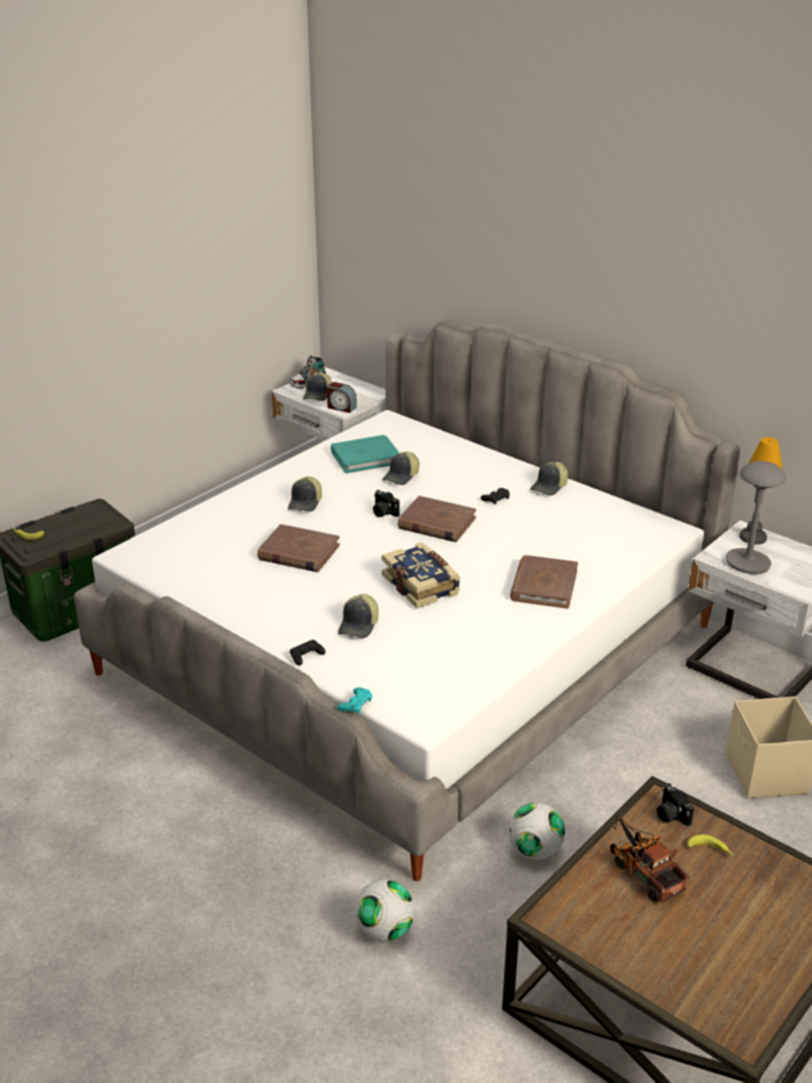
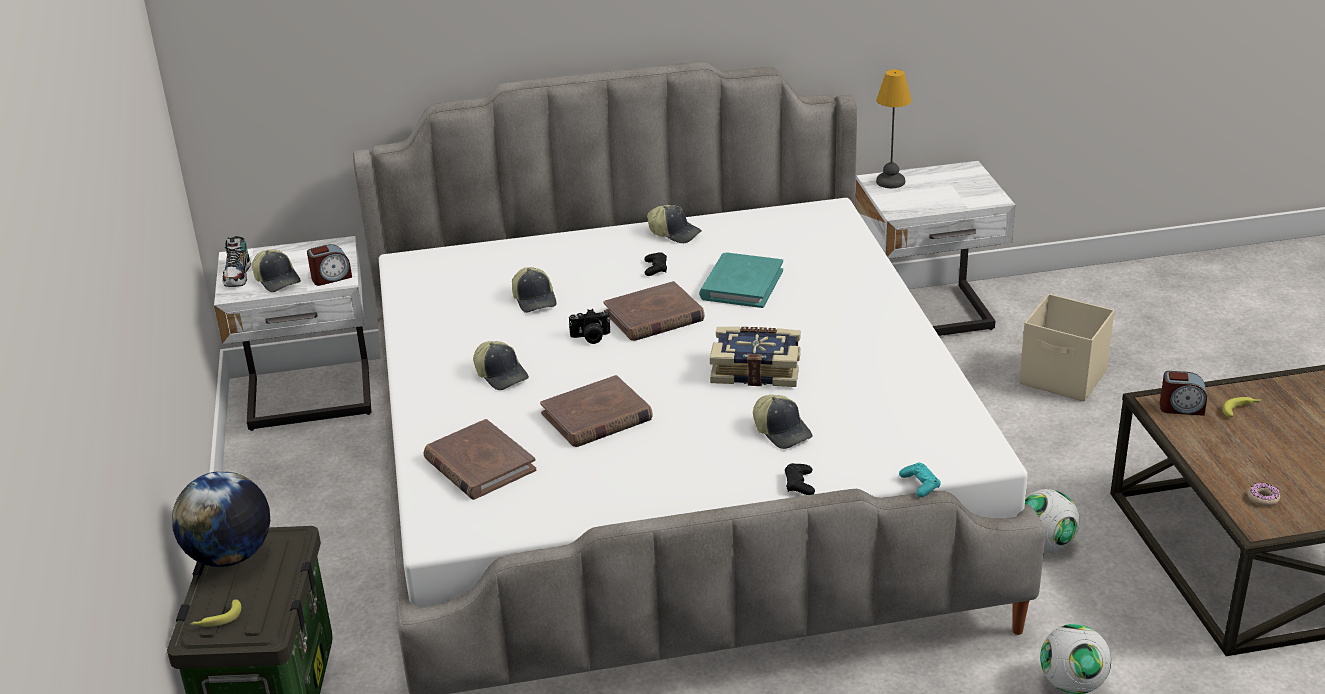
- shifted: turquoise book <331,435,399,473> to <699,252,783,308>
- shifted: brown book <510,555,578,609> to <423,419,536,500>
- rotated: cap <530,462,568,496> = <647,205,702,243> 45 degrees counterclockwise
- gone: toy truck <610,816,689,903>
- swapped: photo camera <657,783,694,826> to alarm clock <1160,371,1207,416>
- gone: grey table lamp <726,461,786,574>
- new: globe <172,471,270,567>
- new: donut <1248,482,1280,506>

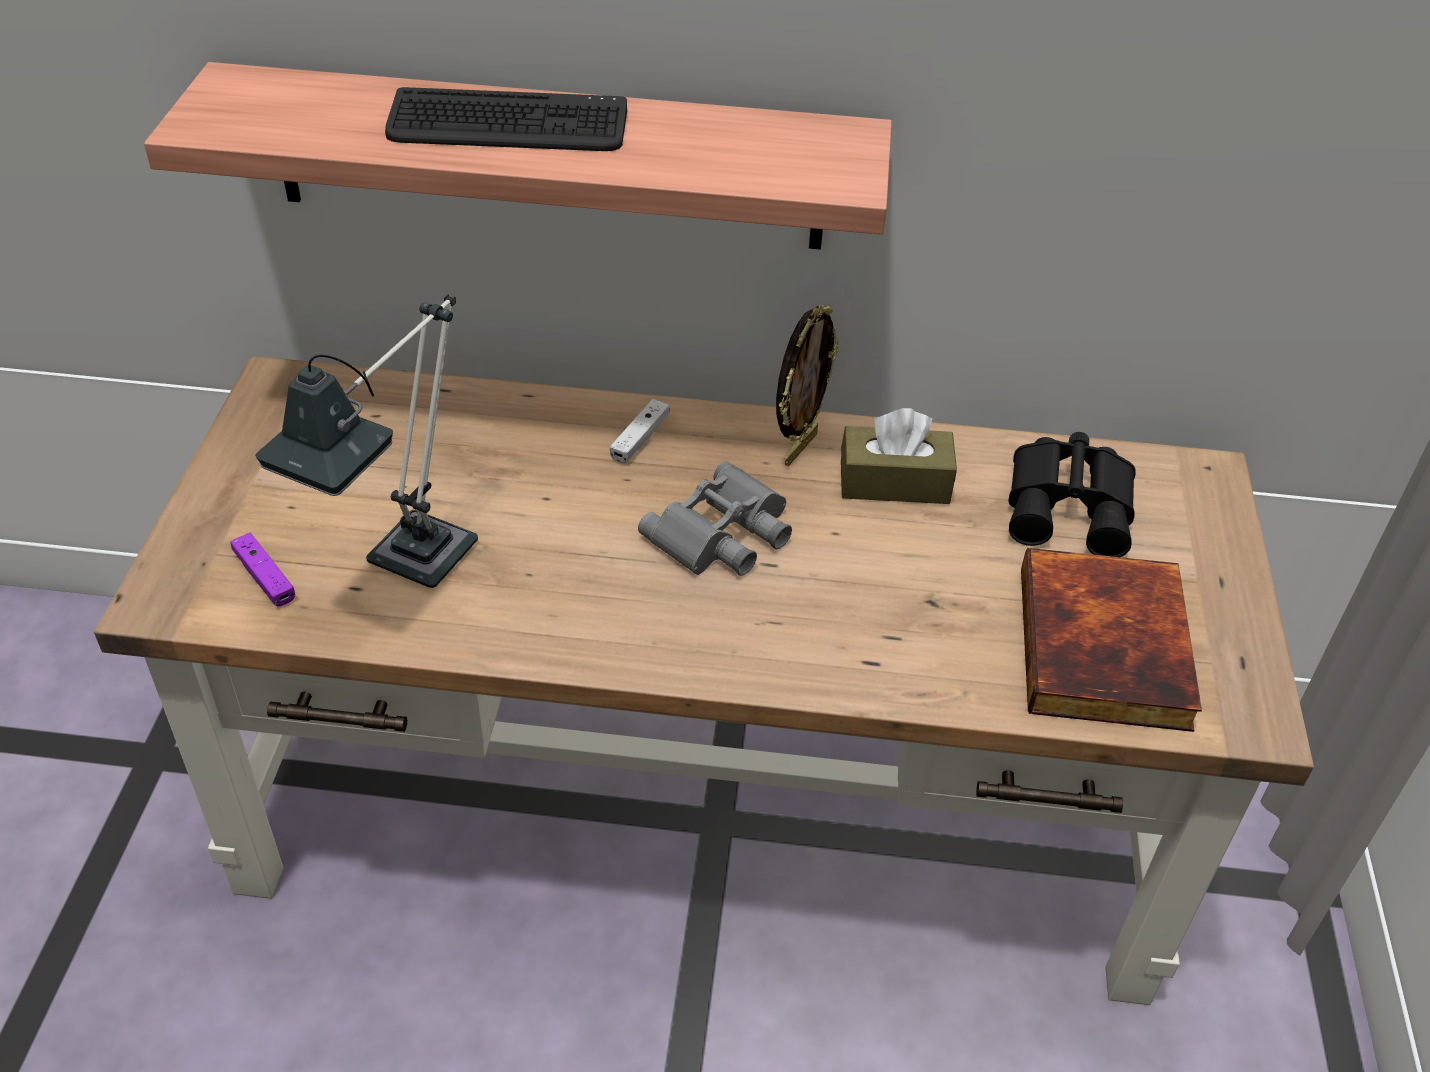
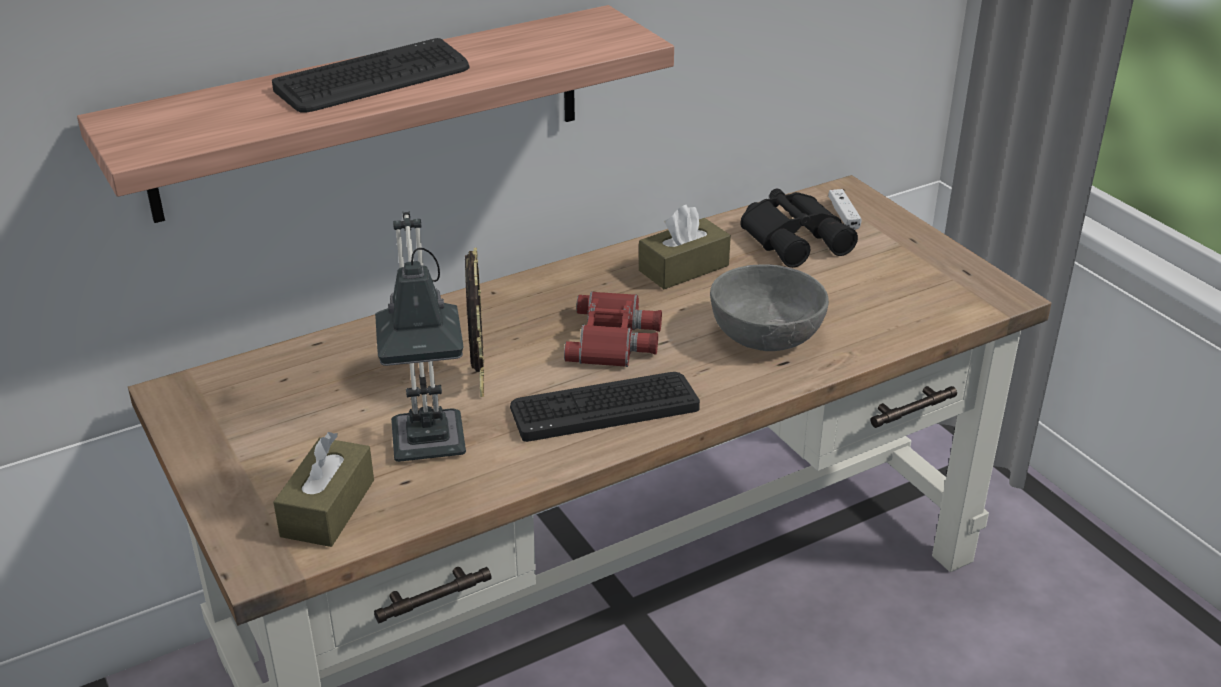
- swapped: purple game controller <230,533,295,607> to brown tissue box <273,432,374,547>
- shifted: white game controller <610,399,670,464> to <828,189,862,230>
- repainted: grey binoculars <638,461,792,576> to red binoculars <564,291,662,367>
- shifted: picture frame <776,304,839,466> to <465,248,484,397>
- gone: book <1021,548,1202,732>
- new: keyboard <510,372,700,442>
- new: grey bowl <710,264,829,351>

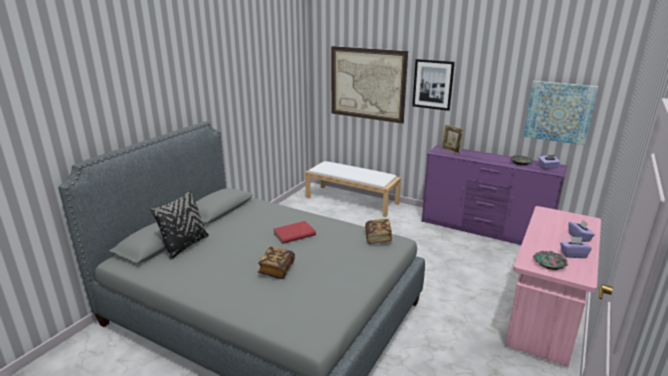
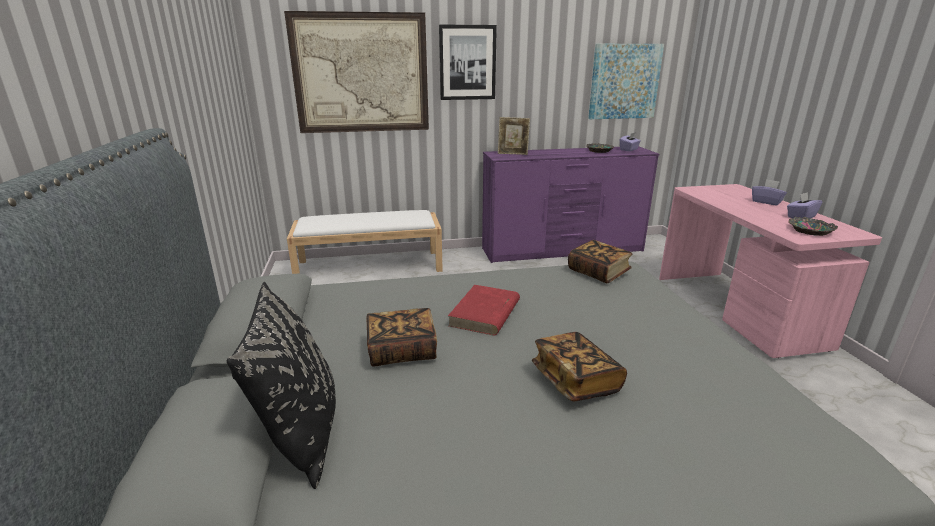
- new: book <367,308,437,366>

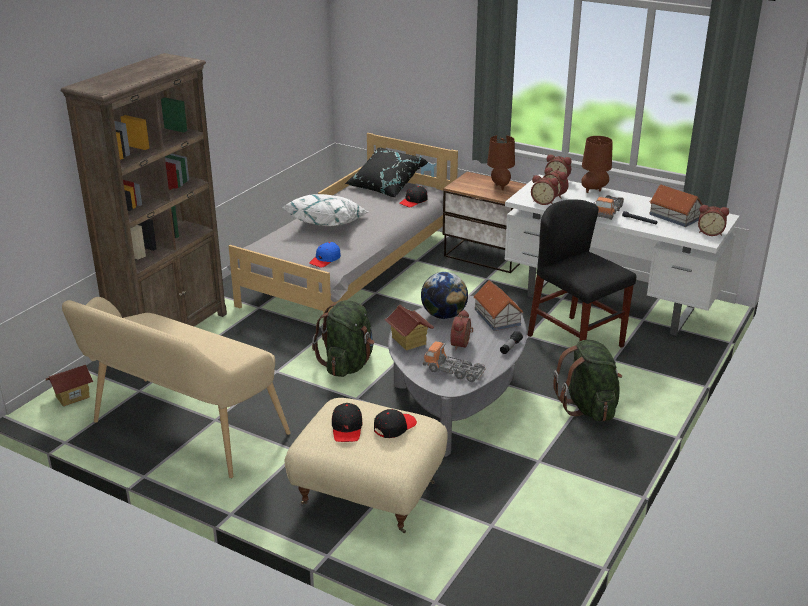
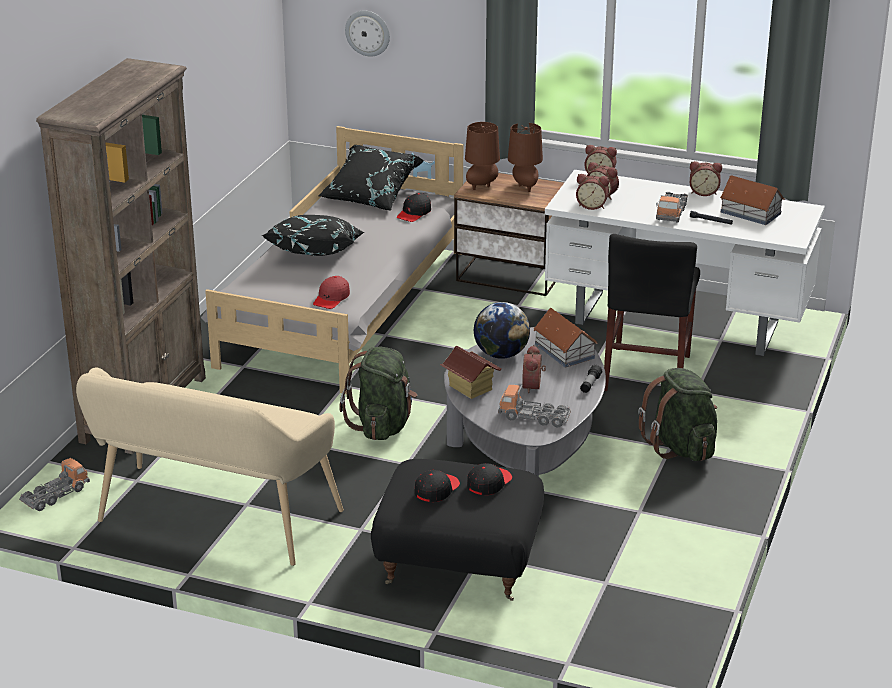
- swapped: toy house <45,365,94,406> to toy truck <19,458,90,511>
- repainted: white pillow <283,194,368,226> to black pillow <262,215,364,256>
- repainted: beige ottoman <285,398,448,533> to black ottoman <371,459,544,601>
- repainted: blue cap <309,242,341,268> to red cap <313,276,350,309>
- rotated: black cap <332,403,362,442> = <415,470,460,502> 135 degrees counterclockwise
- rotated: black chair <527,199,636,348> = <604,234,700,391> 120 degrees counterclockwise
- shifted: brown table lamp <581,136,613,193> to <465,122,500,190>
- shifted: alarm clock <698,205,729,236> to <690,161,722,196>
- new: wall clock <345,10,390,57>

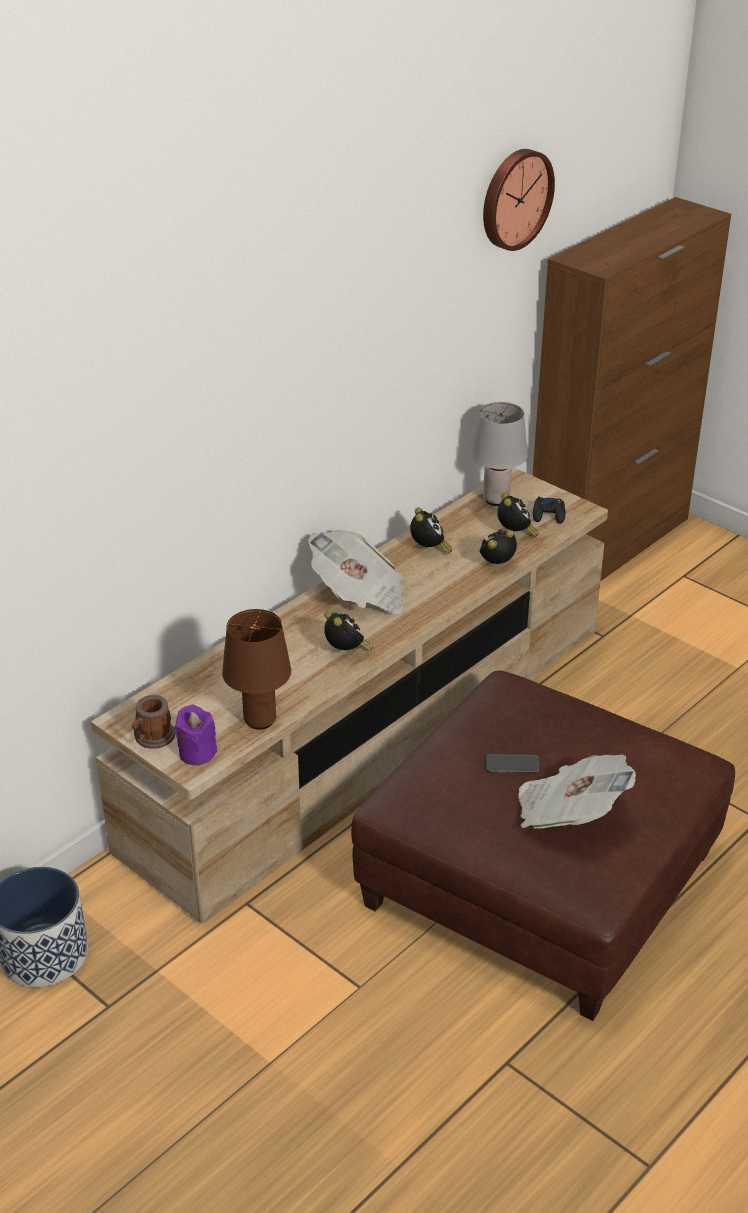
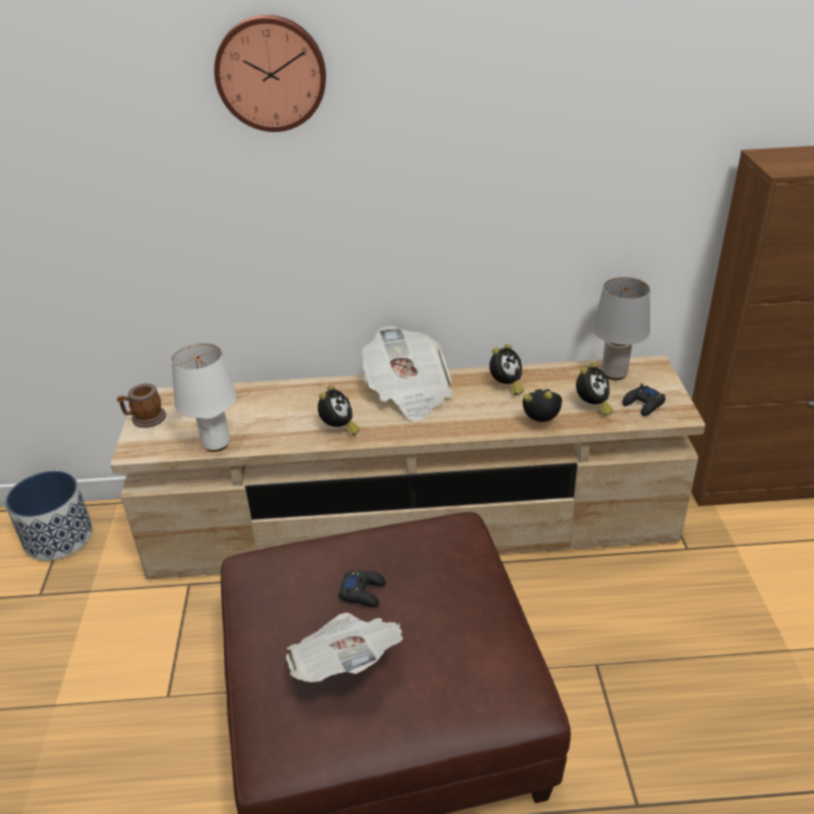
- gone: purple candle <174,704,217,765>
- repainted: brown table lamp <222,609,291,730> to white table lamp <171,343,237,452>
- shifted: wall clock <483,149,555,251> to <214,15,326,132>
- swapped: phone <486,754,539,773> to black game controller <338,570,386,607>

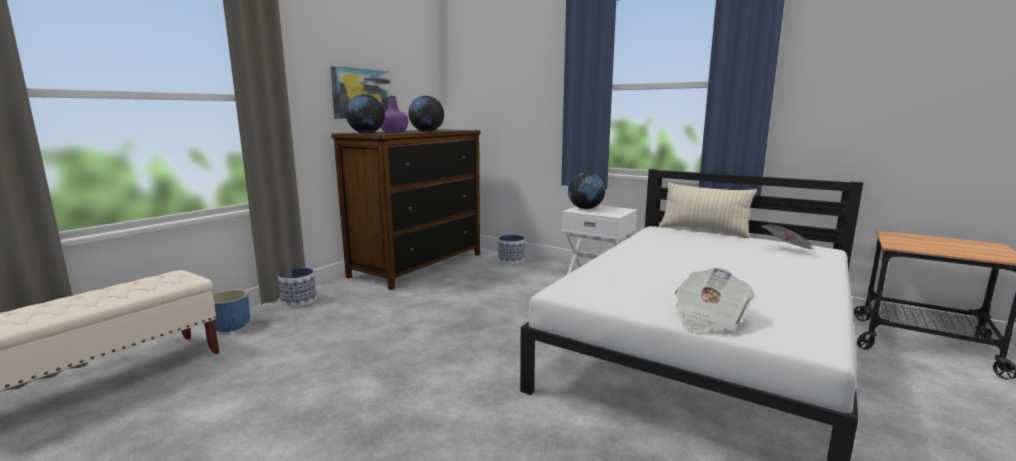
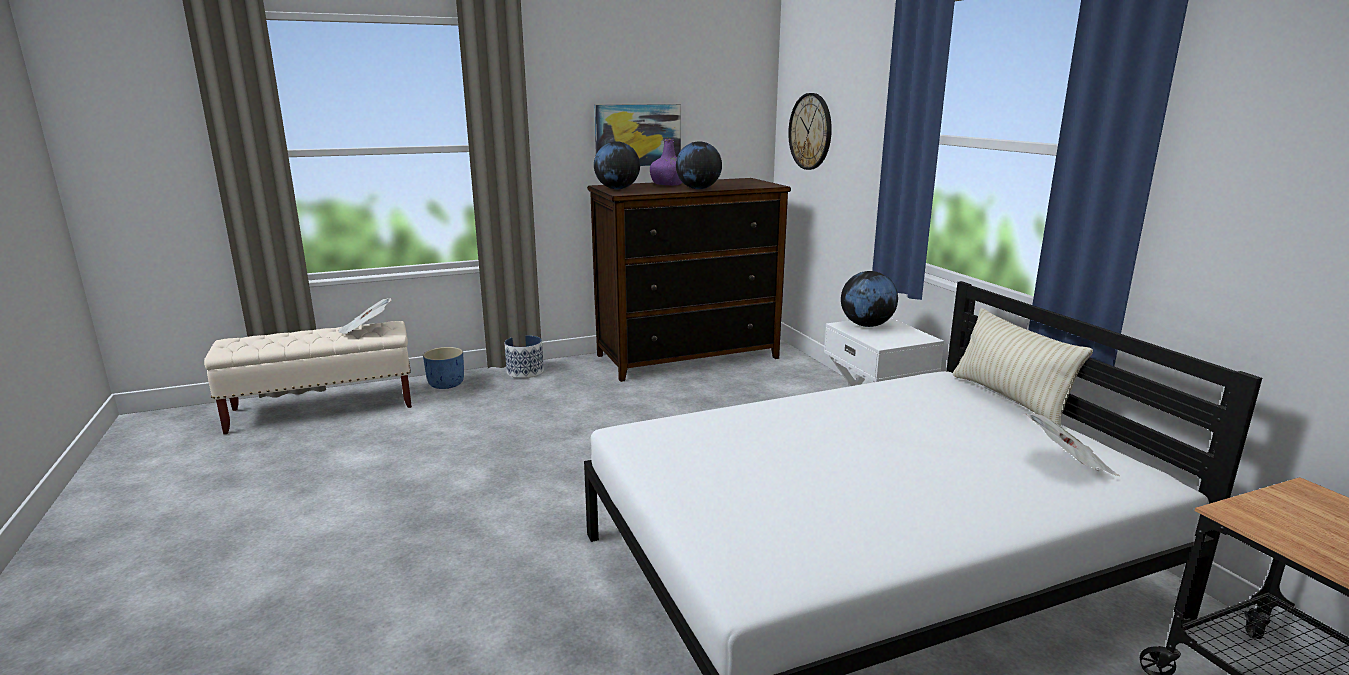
- gone: planter <499,235,525,264>
- shifted: newspaper <675,268,754,331> to <338,298,391,335>
- new: wall clock <788,93,832,170>

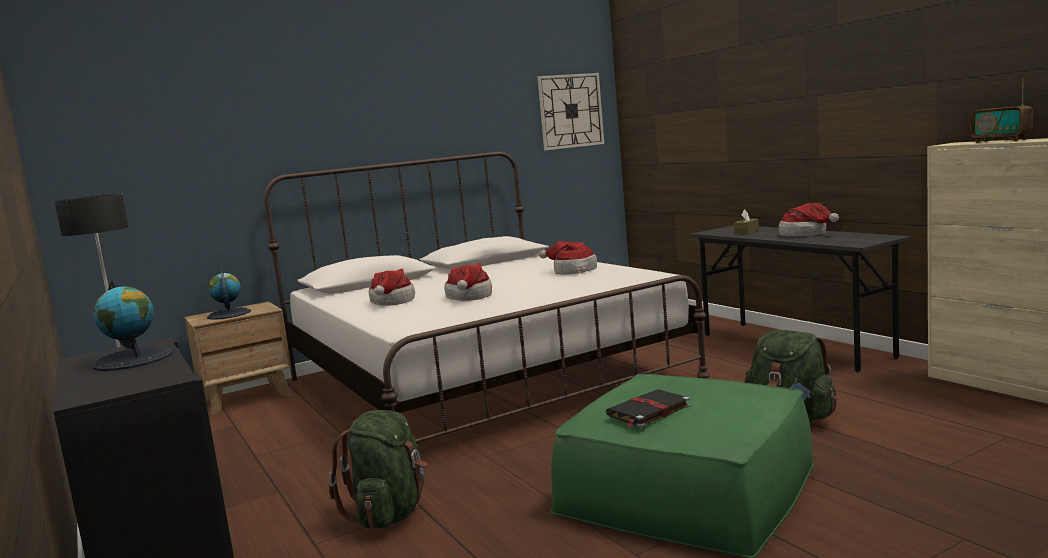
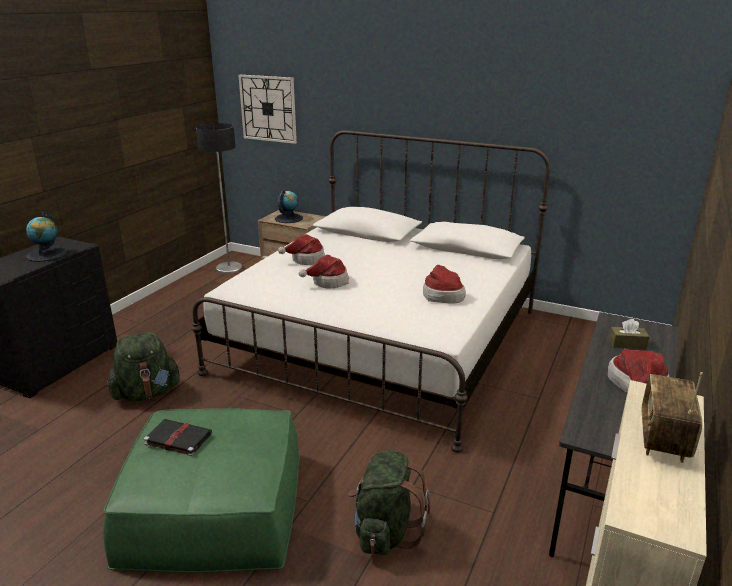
- shifted: wall clock <537,73,604,150> to <238,75,297,144>

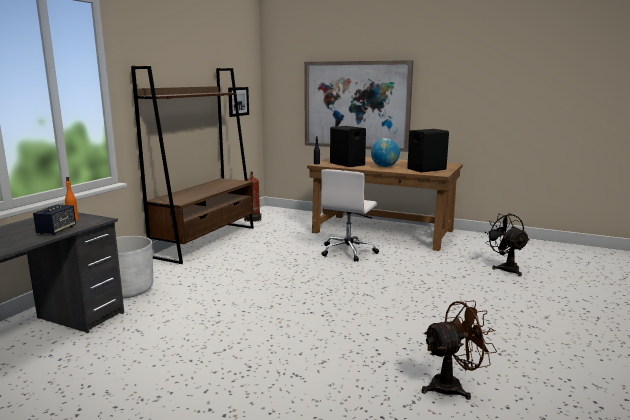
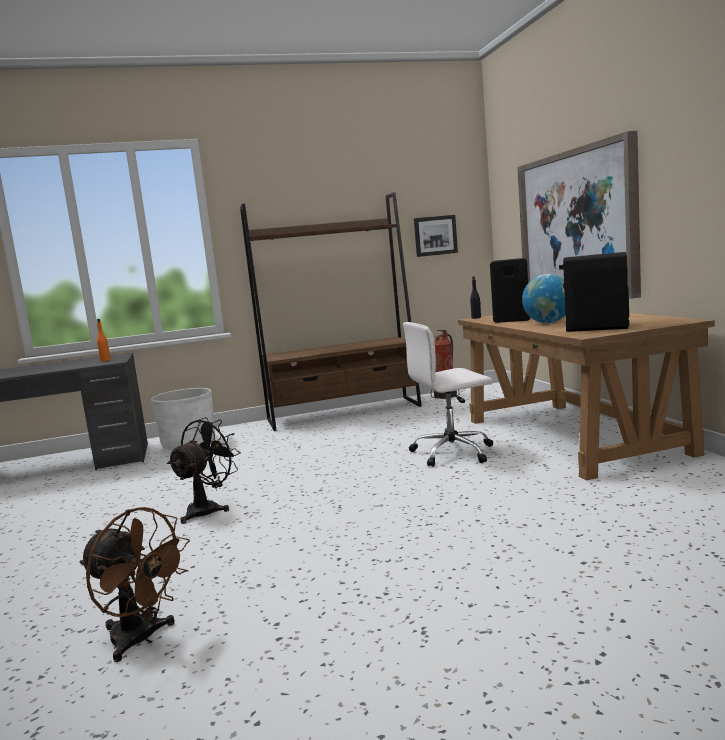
- gone: speaker <33,205,76,235>
- shifted: black fan <484,213,530,276> to <167,417,241,524>

